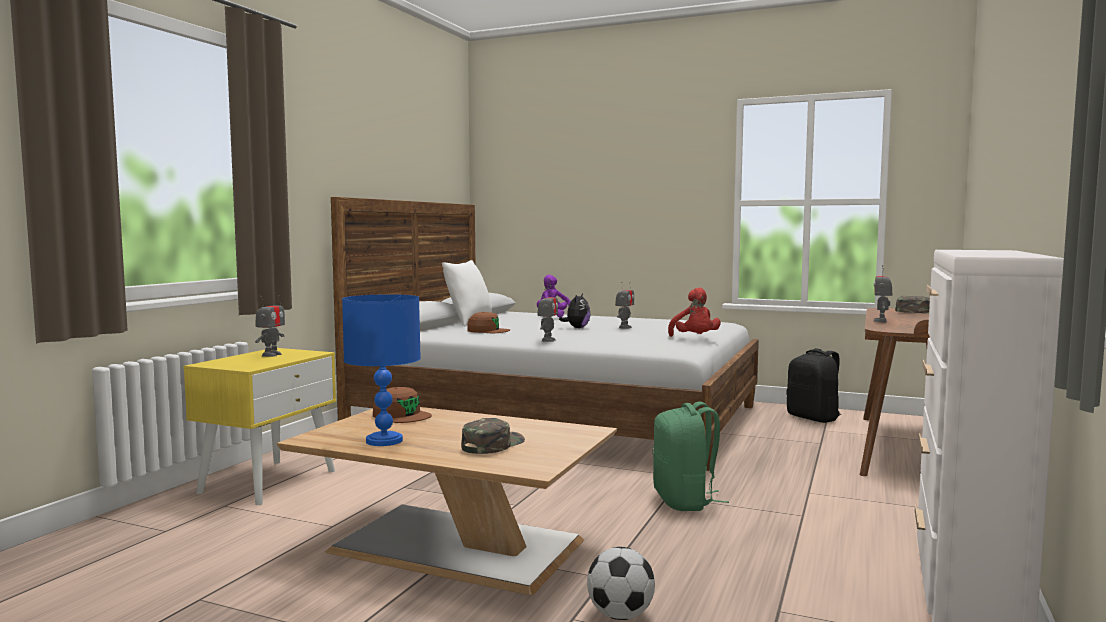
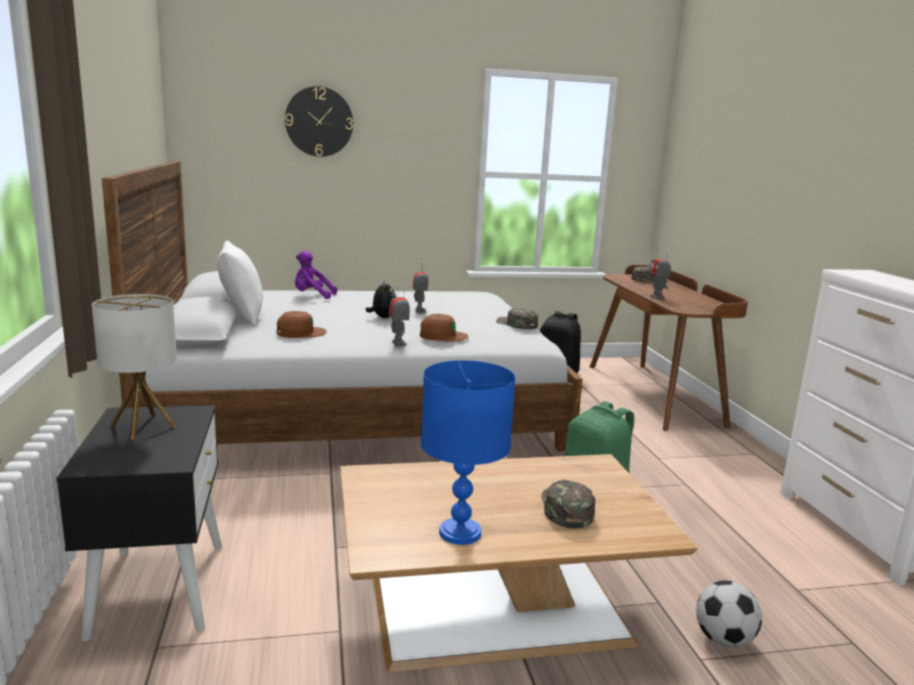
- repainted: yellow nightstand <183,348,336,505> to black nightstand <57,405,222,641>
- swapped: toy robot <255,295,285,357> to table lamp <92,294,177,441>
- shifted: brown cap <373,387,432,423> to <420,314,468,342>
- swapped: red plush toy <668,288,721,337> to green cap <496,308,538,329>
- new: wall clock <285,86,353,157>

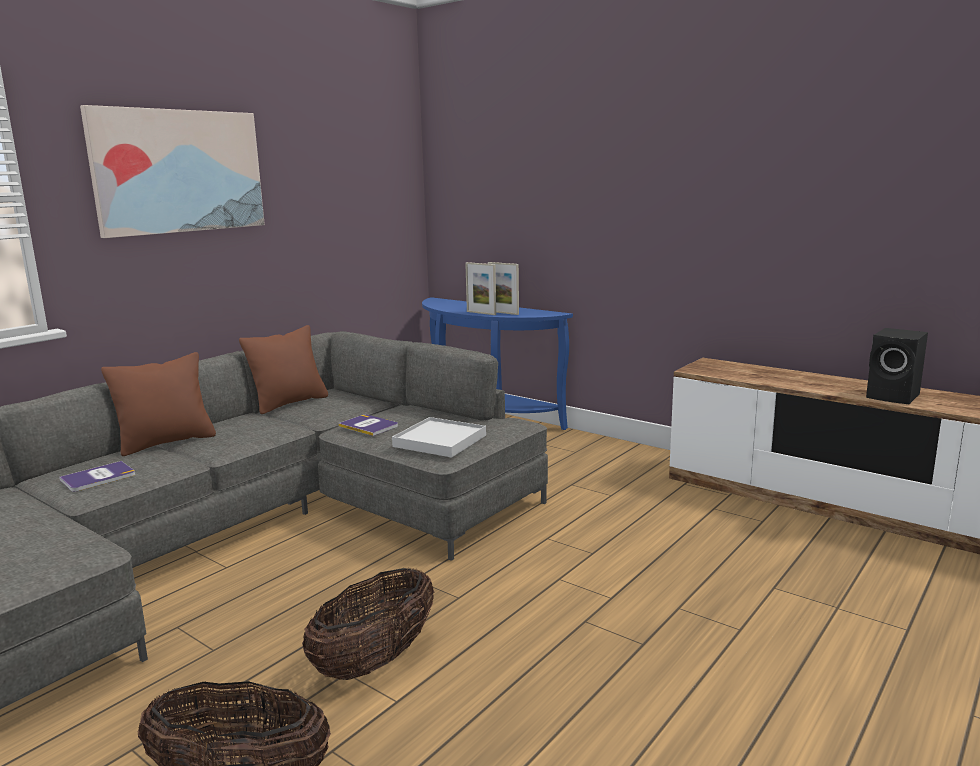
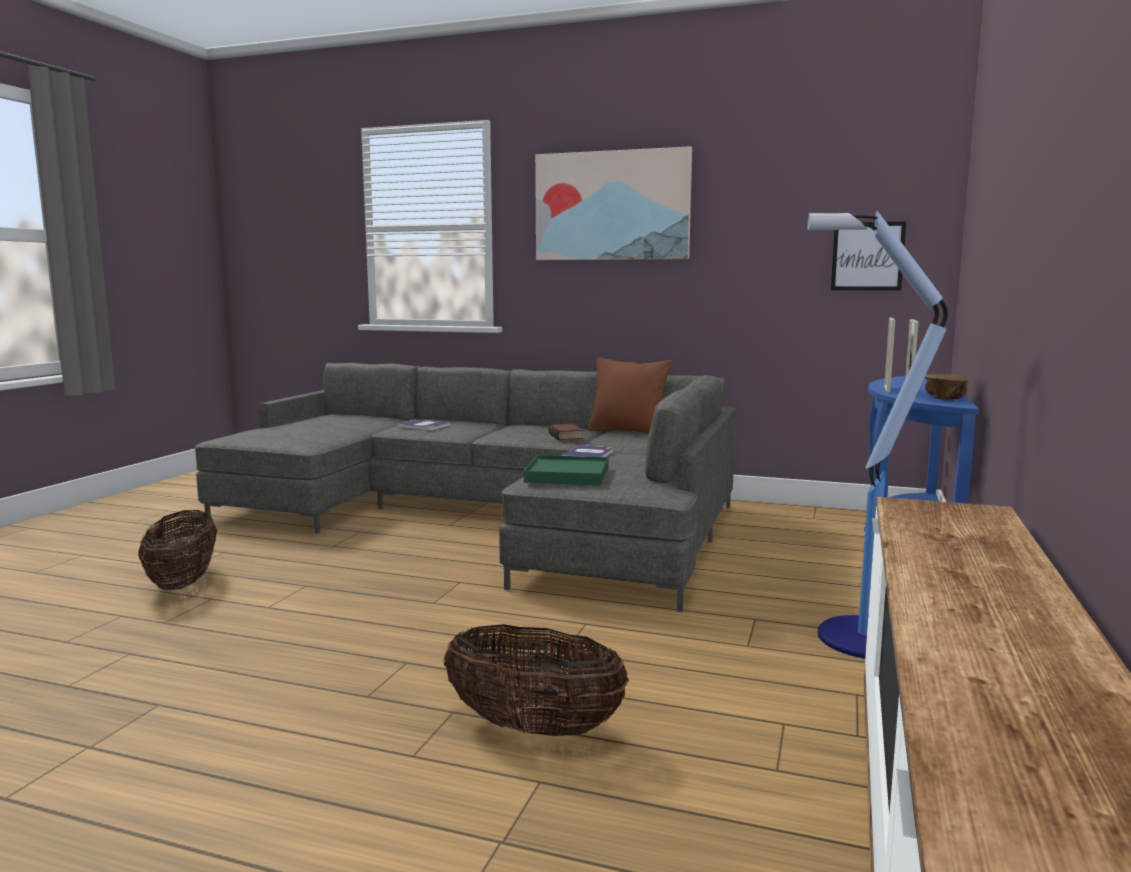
- gone: brown pillow <101,352,216,456>
- shifted: basket <302,567,434,680> to <443,624,629,736>
- repainted: white tray <392,417,486,458> to green tray <524,455,609,485>
- gone: black speaker <866,328,928,404>
- new: book <548,424,583,440>
- new: floor lamp <807,211,948,659>
- new: picture <831,222,906,291>
- new: brown bowl <925,374,969,400>

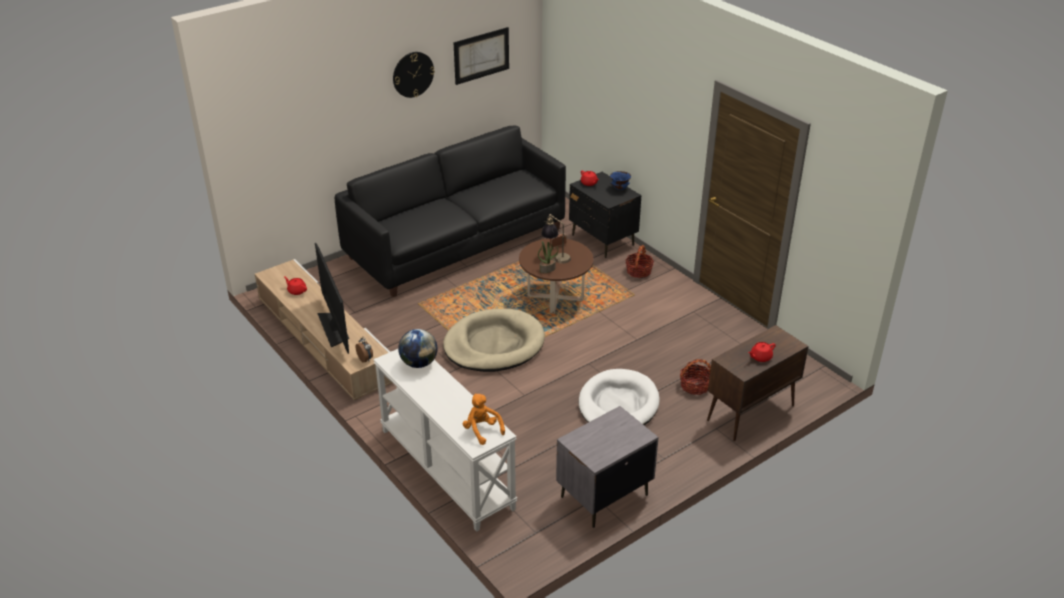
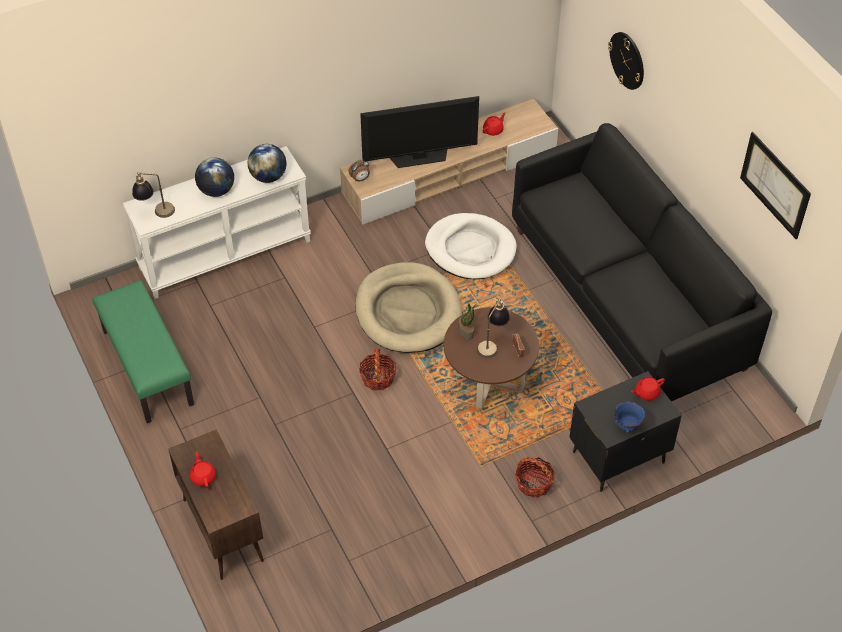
- shifted: wall clock <393,52,435,98> to <608,32,644,90>
- swapped: orange plush toy <463,394,505,445> to table lamp <132,172,175,218>
- swapped: grey nightstand <556,406,659,528> to green bench <93,280,194,423>
- shifted: white dog bed <579,369,660,425> to <425,213,517,279>
- shifted: basket <680,359,711,395> to <359,349,396,390>
- new: globe <195,157,234,197>

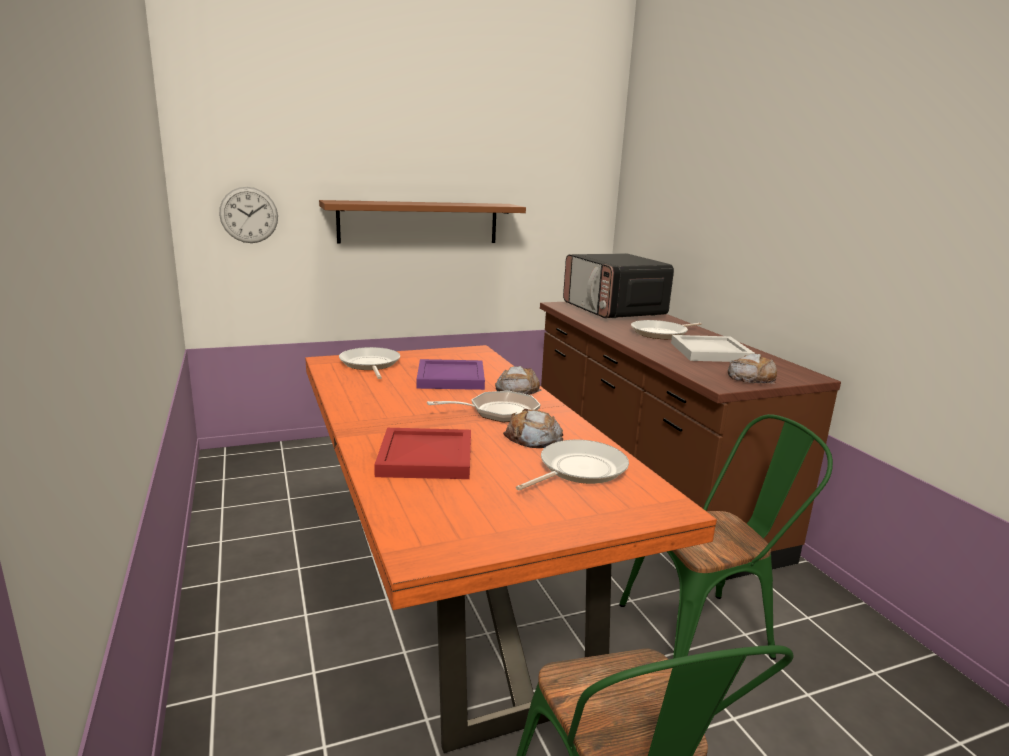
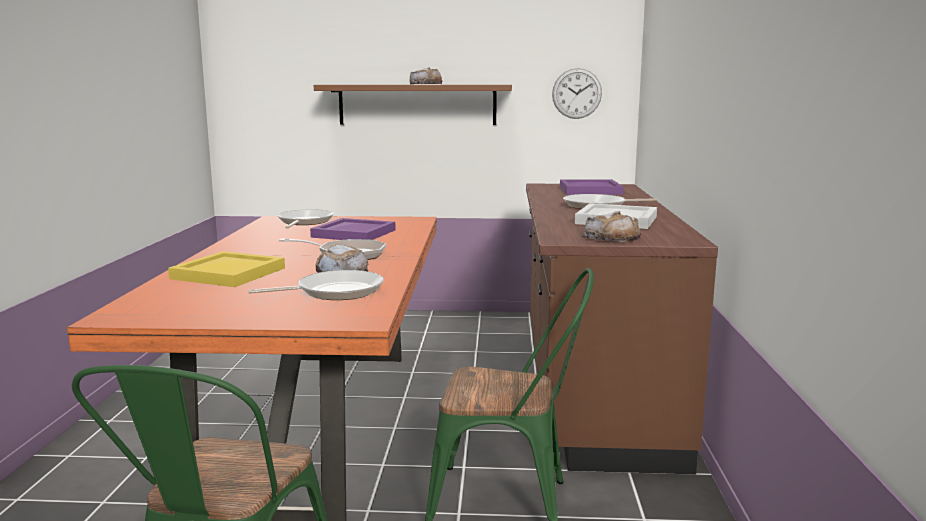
- shifted: wall clock <219,187,278,243> to <552,68,602,119>
- repainted: red tray <374,428,471,479> to yellow tray <168,251,285,287>
- shifted: bread <495,366,542,395> to <410,67,442,84>
- swapped: microwave <563,253,674,318> to purple tray <560,179,623,195>

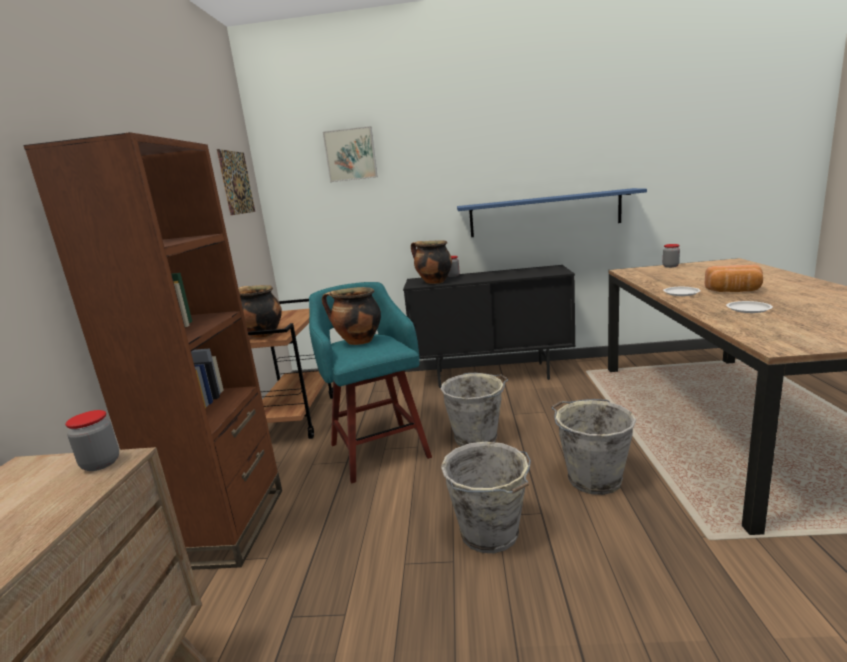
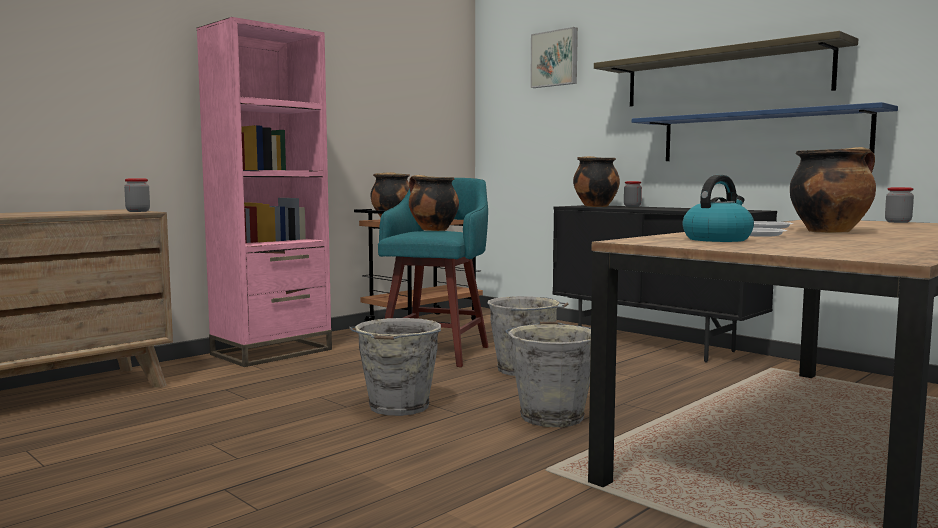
- repainted: brown bookcase <23,132,282,570> to pink bookcase <197,17,332,367>
- gone: picture <217,149,255,215>
- swapped: bread <704,265,763,292> to cooking pot <790,147,876,233>
- new: shelf <594,31,858,107>
- new: kettle <682,175,754,242>

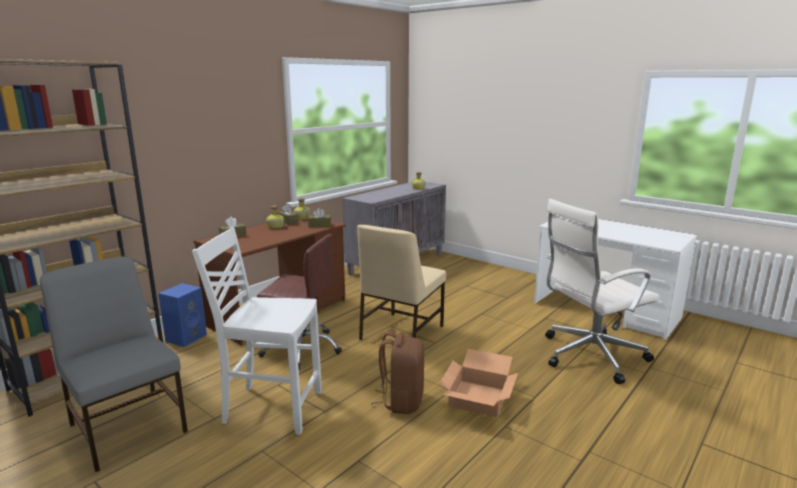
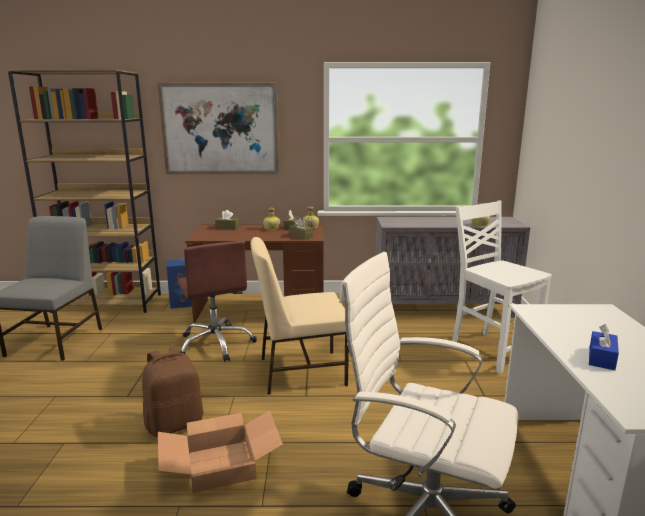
- shifted: white chair <192,227,322,435> to <452,201,552,374>
- new: picture <158,83,279,174>
- new: blue tissue box <589,324,619,370>

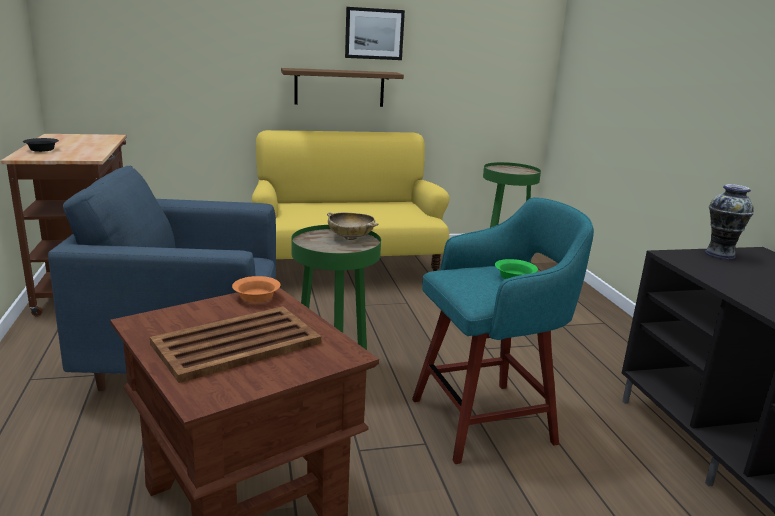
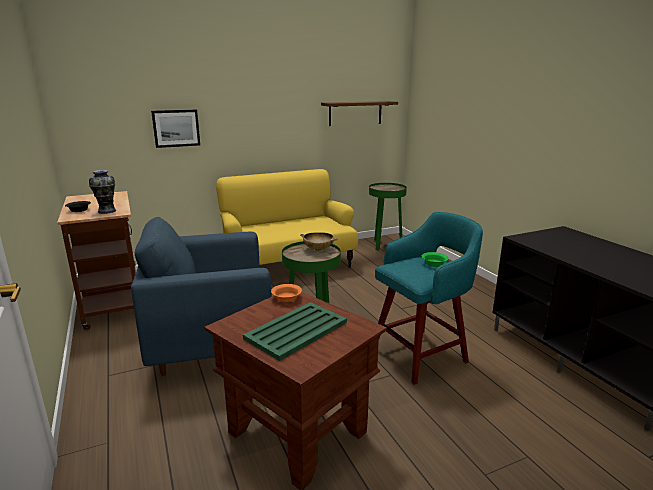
- repainted: brown tray <150,306,321,383> to green tray <243,302,347,361>
- shifted: shelf <281,68,404,107> to <321,101,398,126>
- shifted: picture <345,7,405,60> to <151,110,200,148>
- shifted: vase <705,184,754,260> to <89,170,116,214>

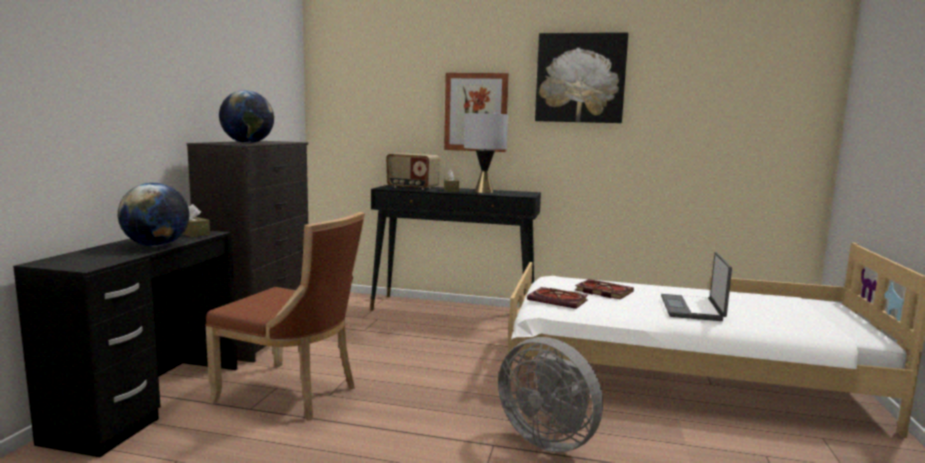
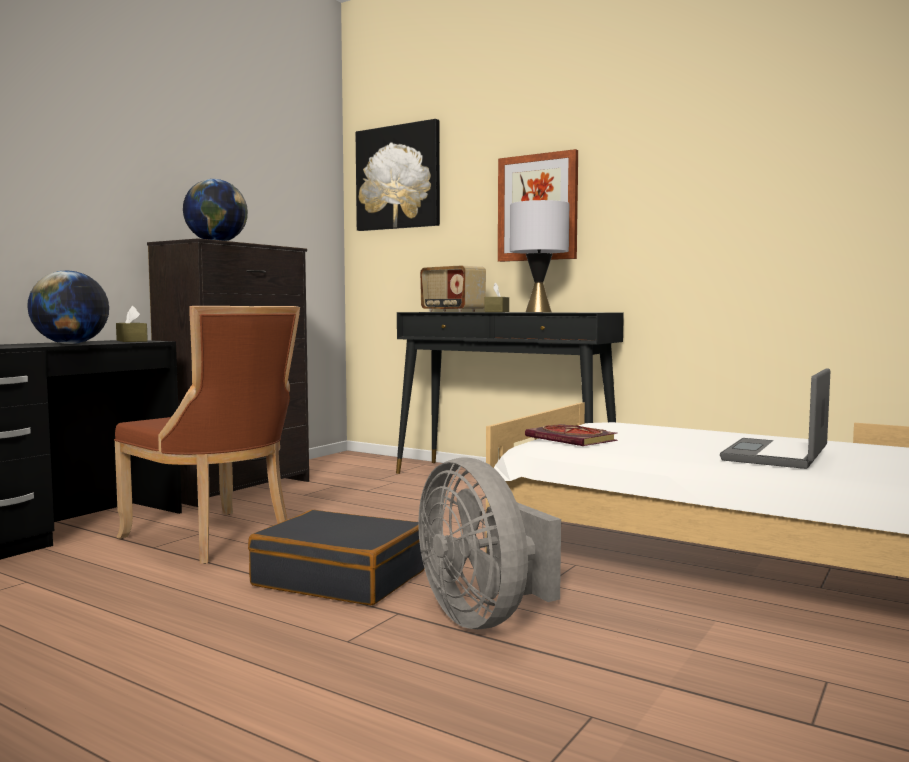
- shifted: picture <535,32,628,123> to <356,119,440,231>
- gone: book <575,279,634,300>
- new: black suitcase <248,510,424,605>

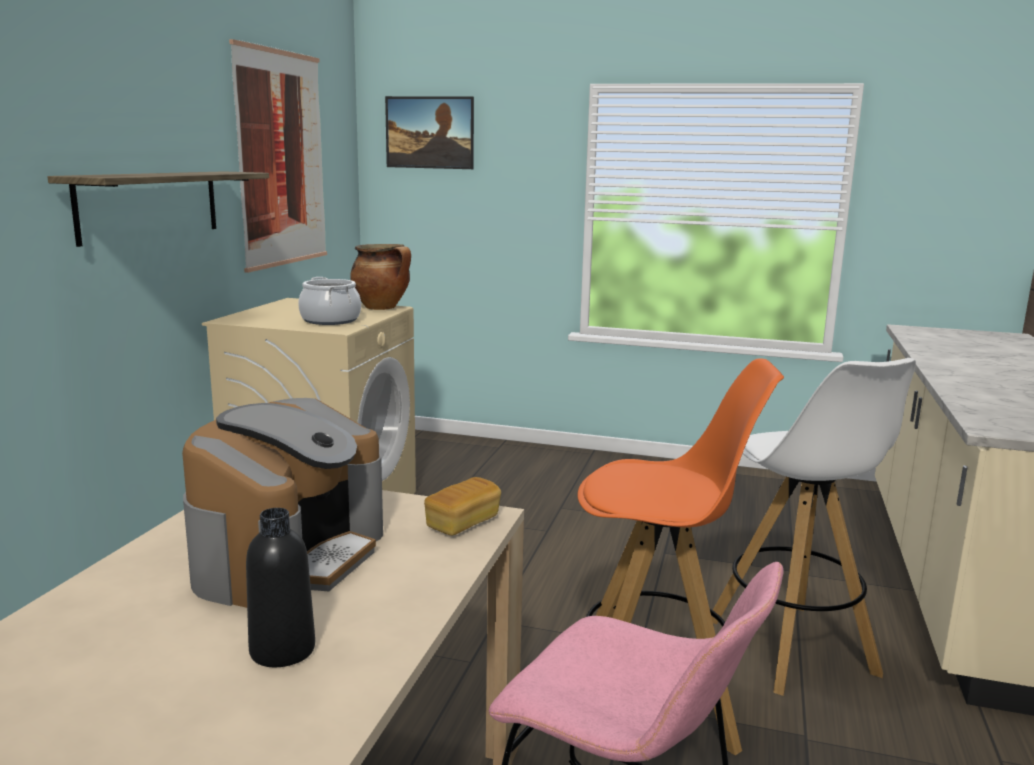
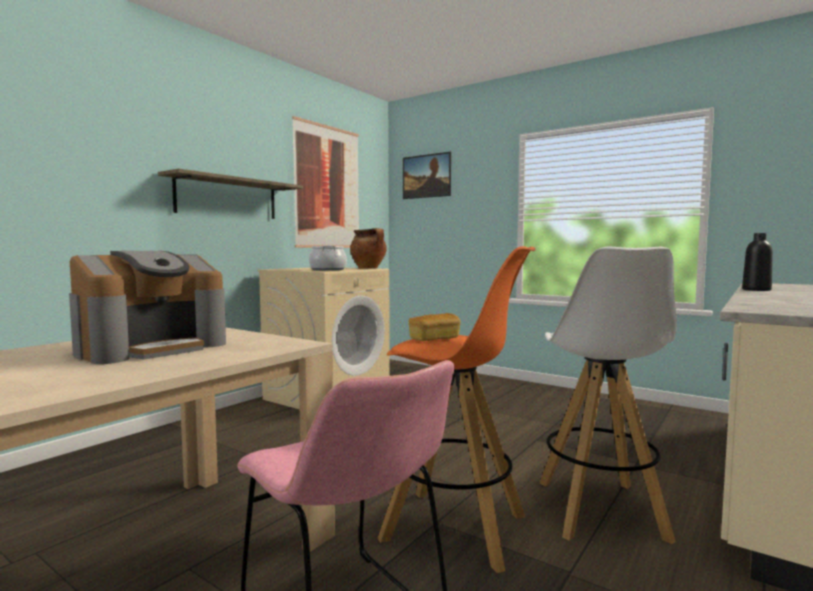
- shifted: black bottle <246,508,315,667> to <742,233,773,291>
- shifted: bread <424,477,501,536> to <409,313,461,341>

